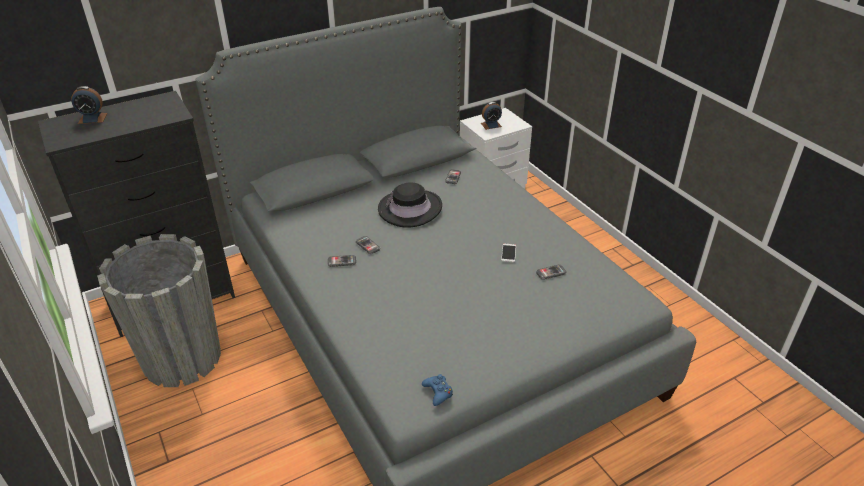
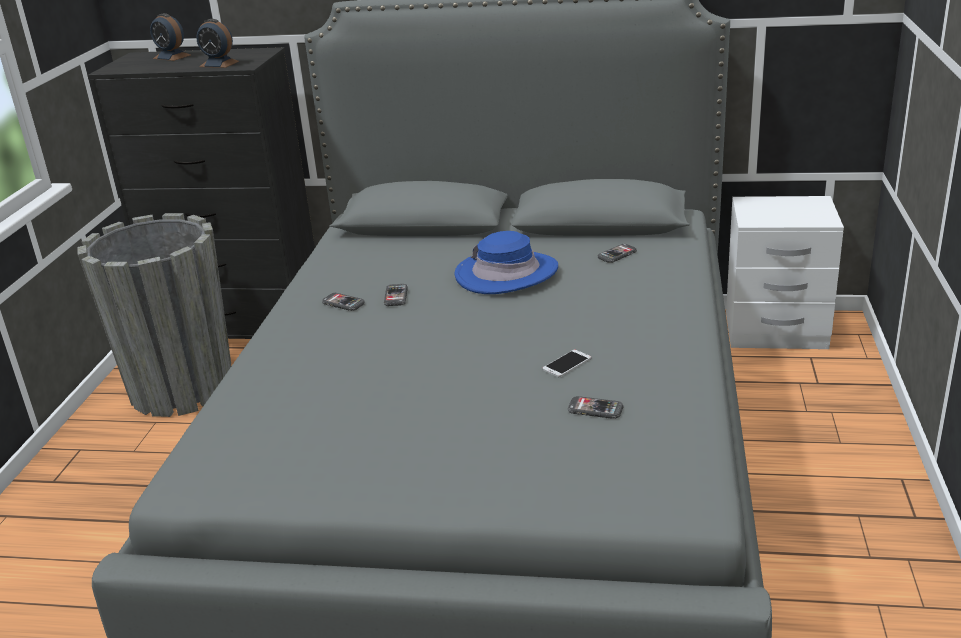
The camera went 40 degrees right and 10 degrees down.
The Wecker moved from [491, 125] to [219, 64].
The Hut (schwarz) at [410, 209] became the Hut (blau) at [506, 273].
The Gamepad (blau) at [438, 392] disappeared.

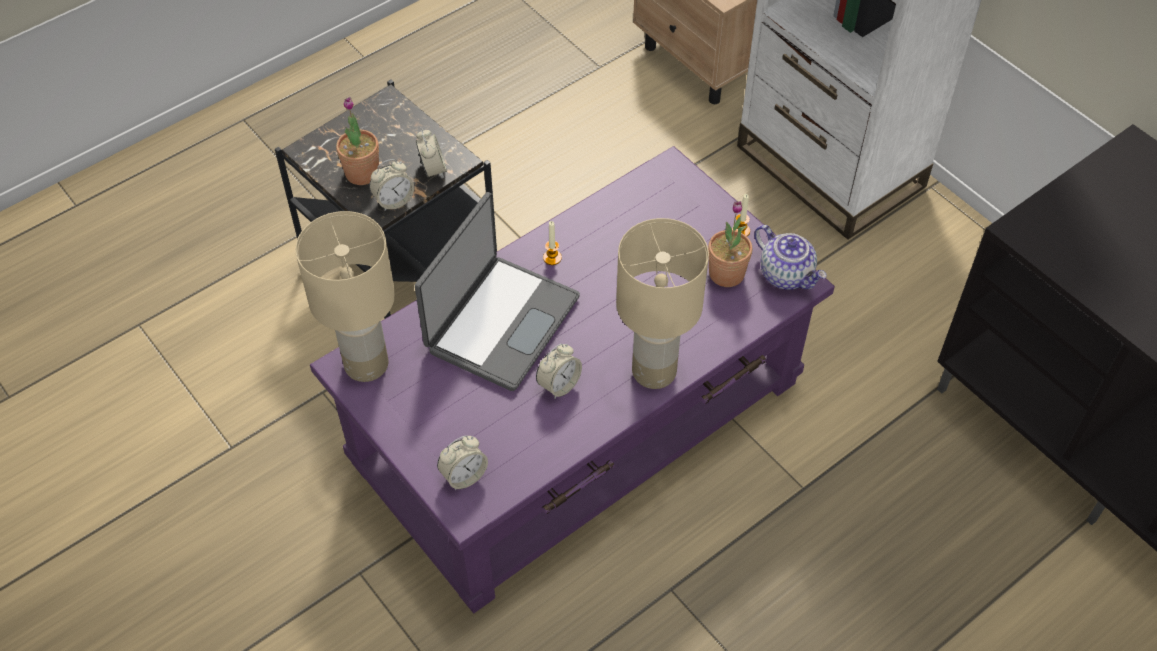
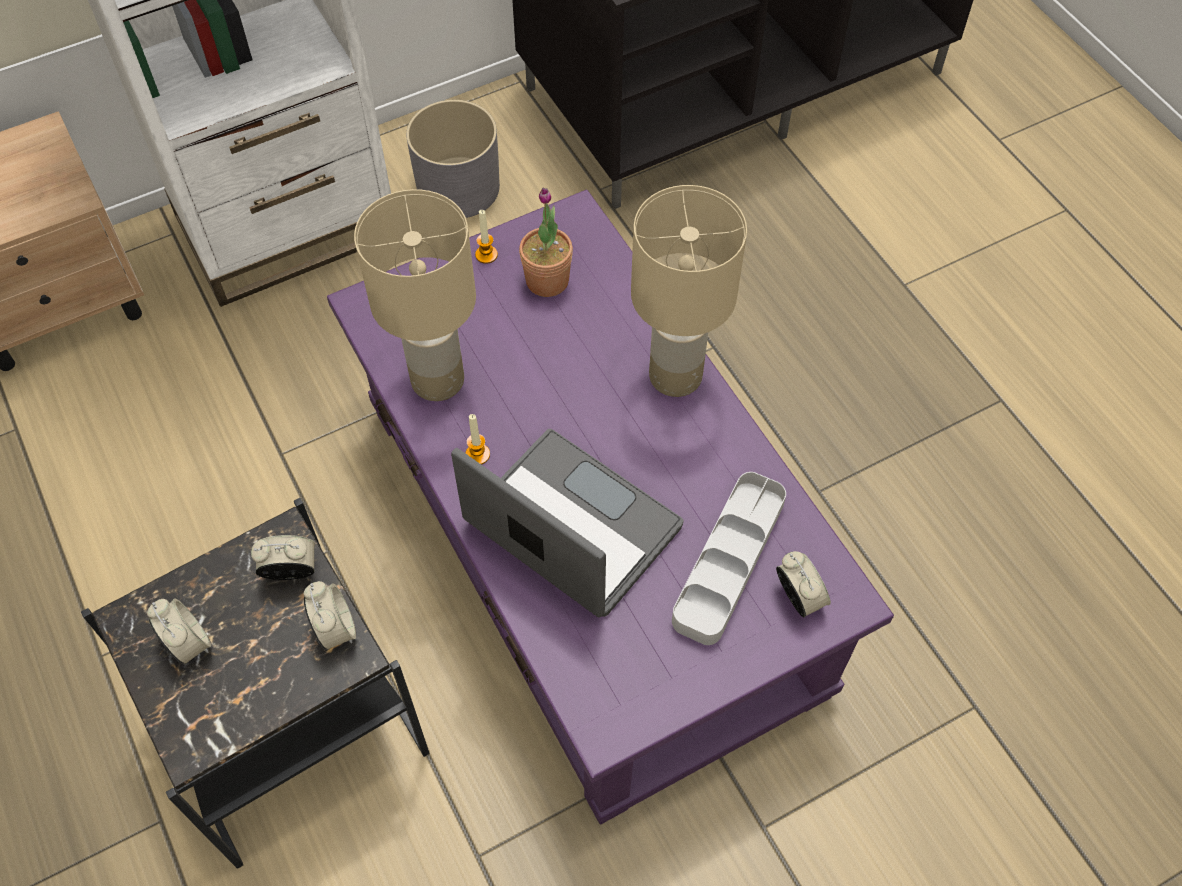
The camera went 80 degrees left and 5 degrees up.
The Wecker moved from [559, 385] to [188, 643].
The Tischlampe (beige) moved from [367, 365] to [438, 379].
The Pflanzkübel (grau) at [459, 188] appeared.
The Tablett (grau) at [728, 561] appeared.
The Topfpflanze at [362, 173] disappeared.
The Teekanne at [787, 274] disappeared.

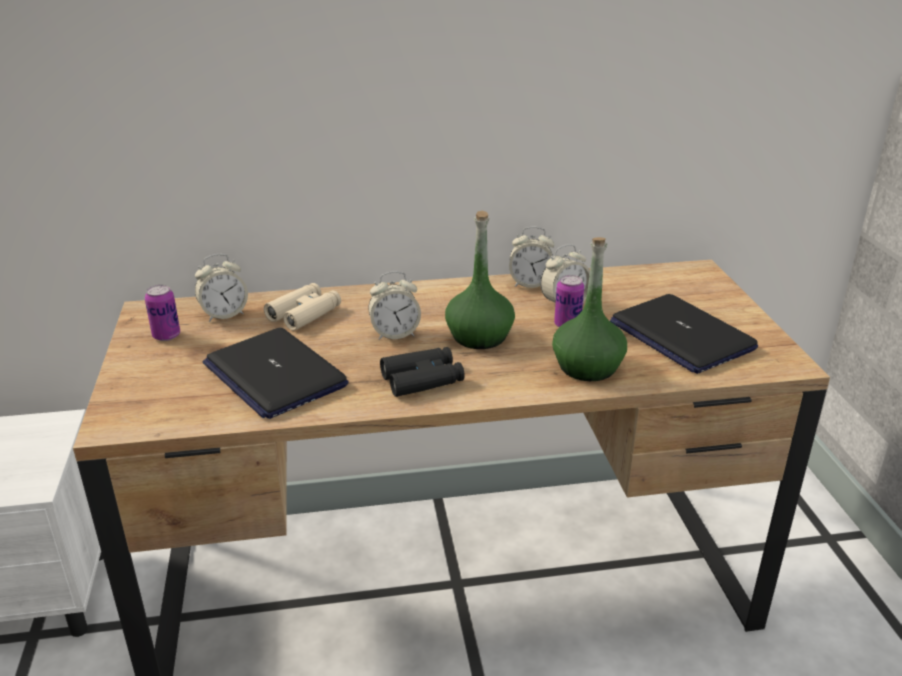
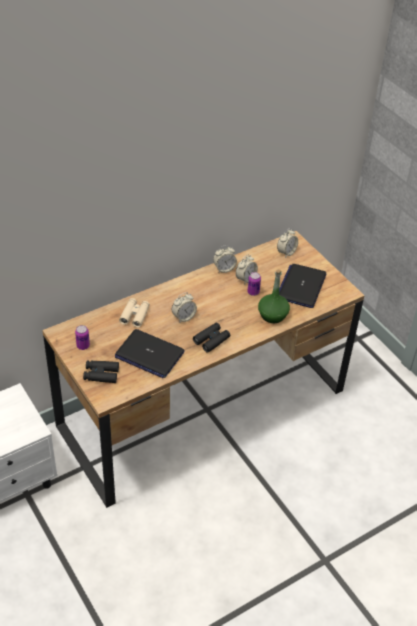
The camera went 25 degrees left and 15 degrees up.
The Fernglas (schwarz) at [101, 374] appeared.
The Wecker moved from [224, 314] to [286, 252].
The Laptop at [680, 335] turned 75 degrees clockwise.
The Flasche (grün) at [479, 337] disappeared.

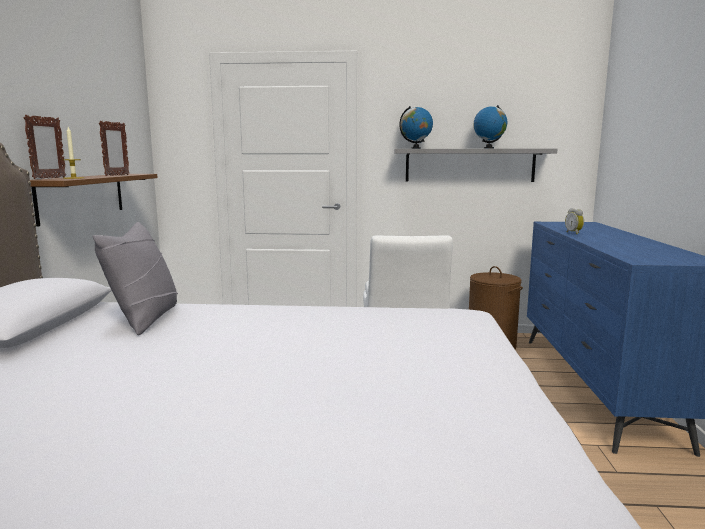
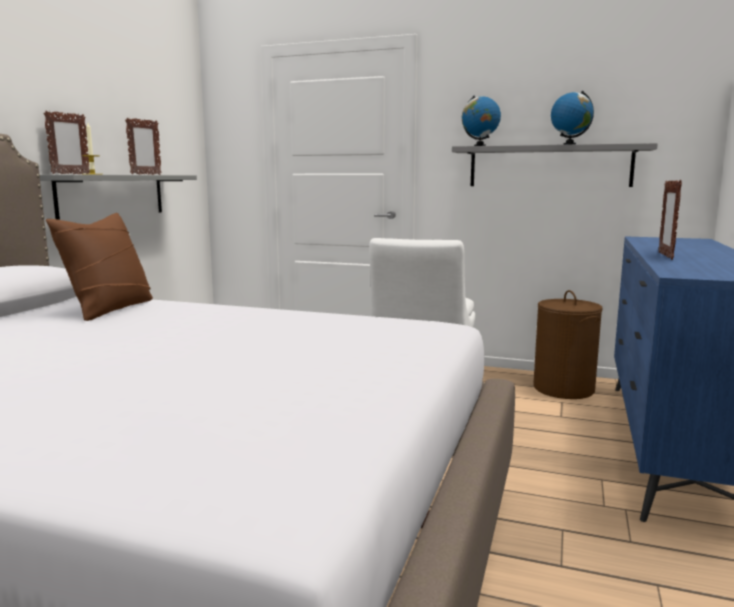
The camera went 15 degrees right and 0 degrees up.
The Wandregal (braun) at [82, 196] became the Wandregal (grau) at [112, 195].
The Kissen (grau) at [145, 318] became the Kissen (braun) at [109, 309].
The Bilderrahmen at [665, 256] appeared.
The Wecker at [574, 233] disappeared.

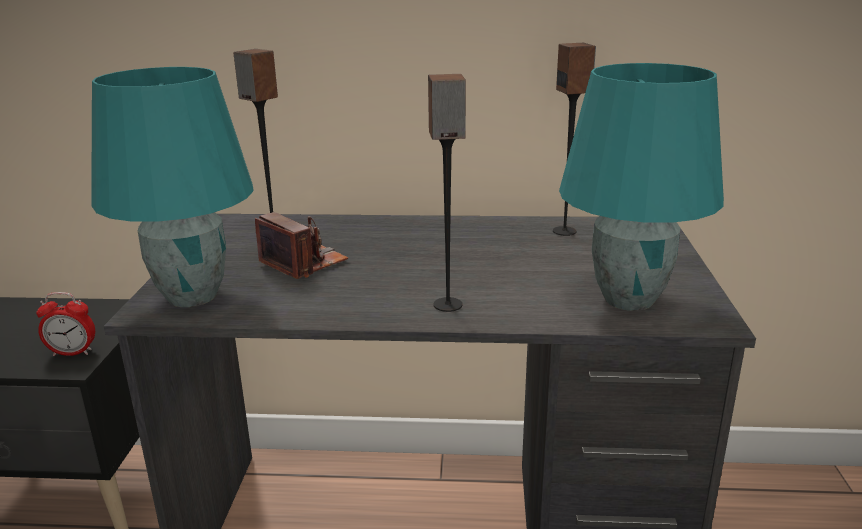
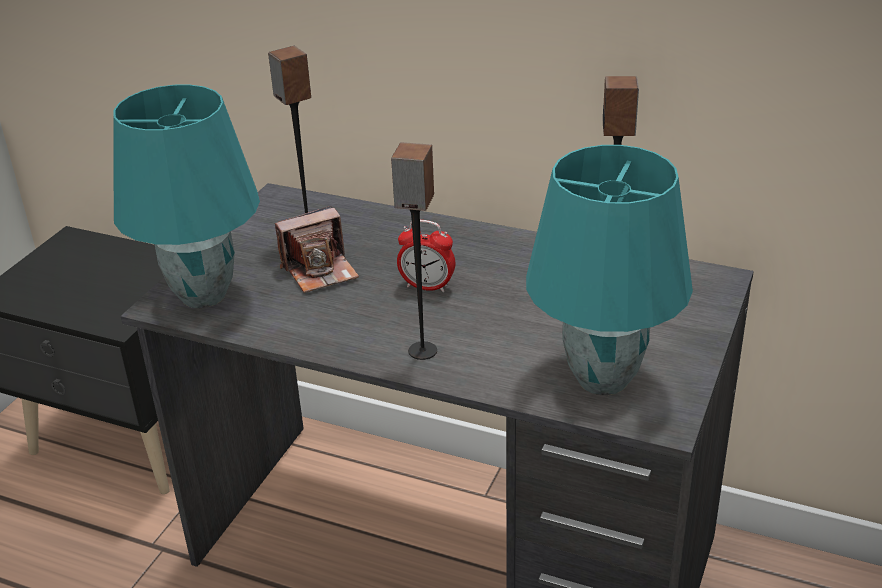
The camera went 20 degrees right and 10 degrees up.
The Kamera at [304, 263] turned 90 degrees clockwise.
The Wecker moved from [73, 353] to [427, 286].

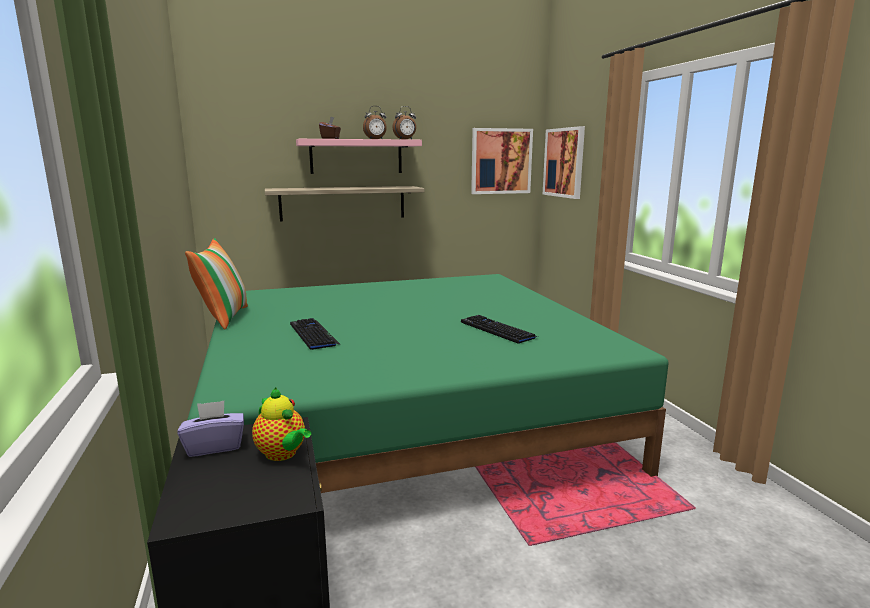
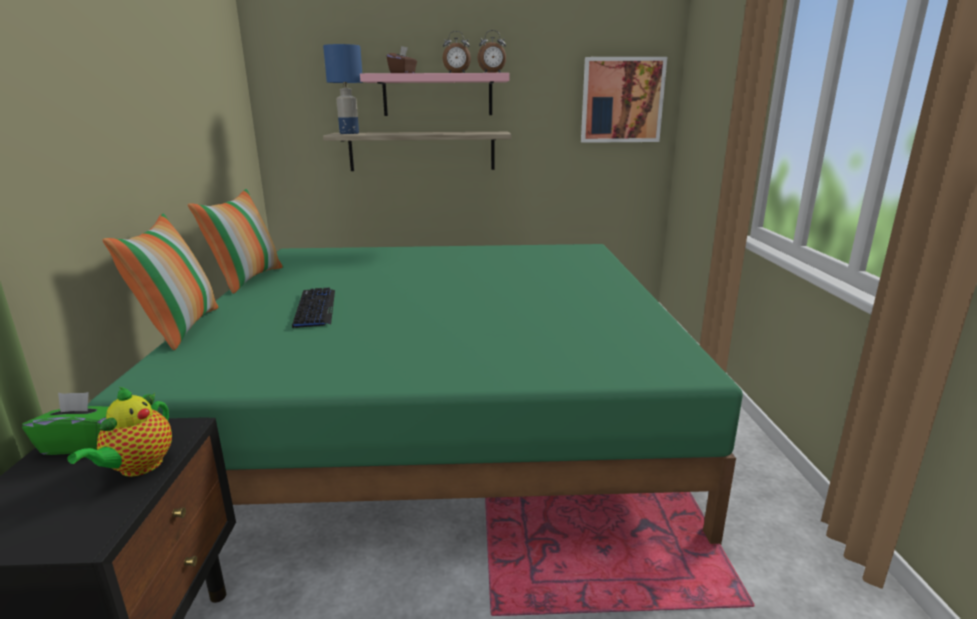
The camera went 15 degrees right and 5 degrees up.
The Taschentuchbox (lila) at [215, 446] became the Taschentuchbox (grün) at [82, 444].
The Teekanne at [283, 454] turned 45 degrees clockwise.
The Kissen at [179, 328] appeared.
The Tischlampe (blau) at [350, 133] appeared.
The Tastatur at [497, 330] disappeared.
The Bild at [564, 162] disappeared.

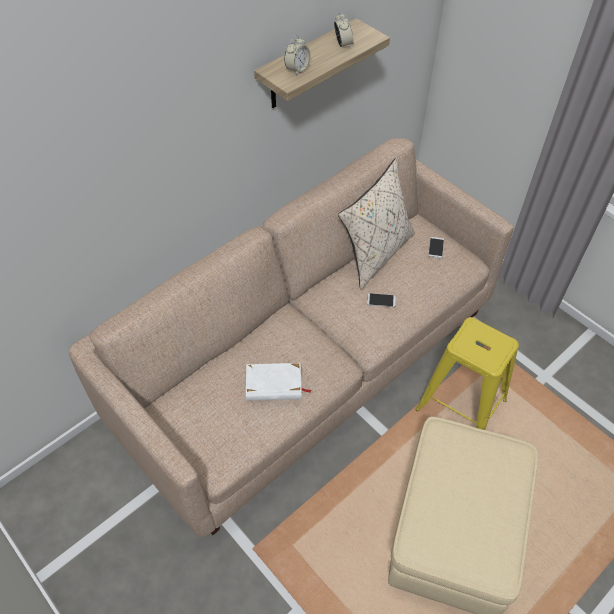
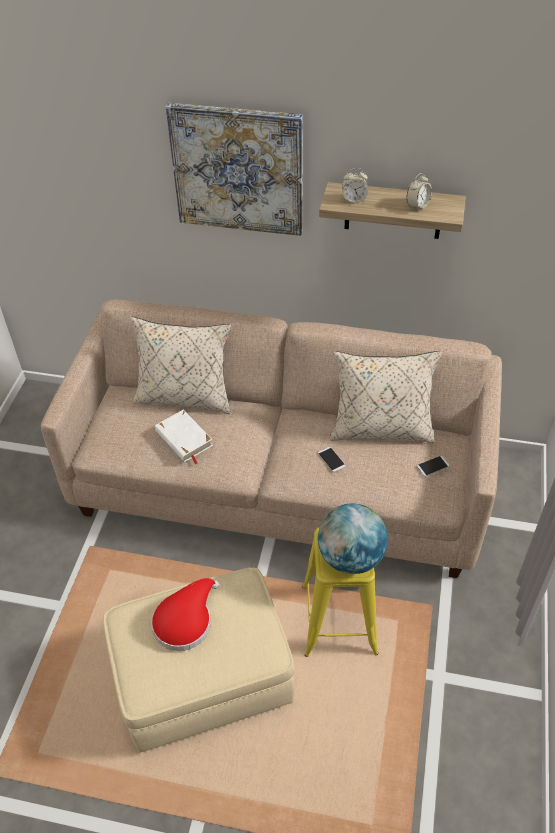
The camera went 55 degrees right and 5 degrees down.
The Kissen (beige) at [185, 397] appeared.
The Hut (rot) at [185, 620] appeared.
The Bild at [238, 170] appeared.
The Globus at [350, 557] appeared.

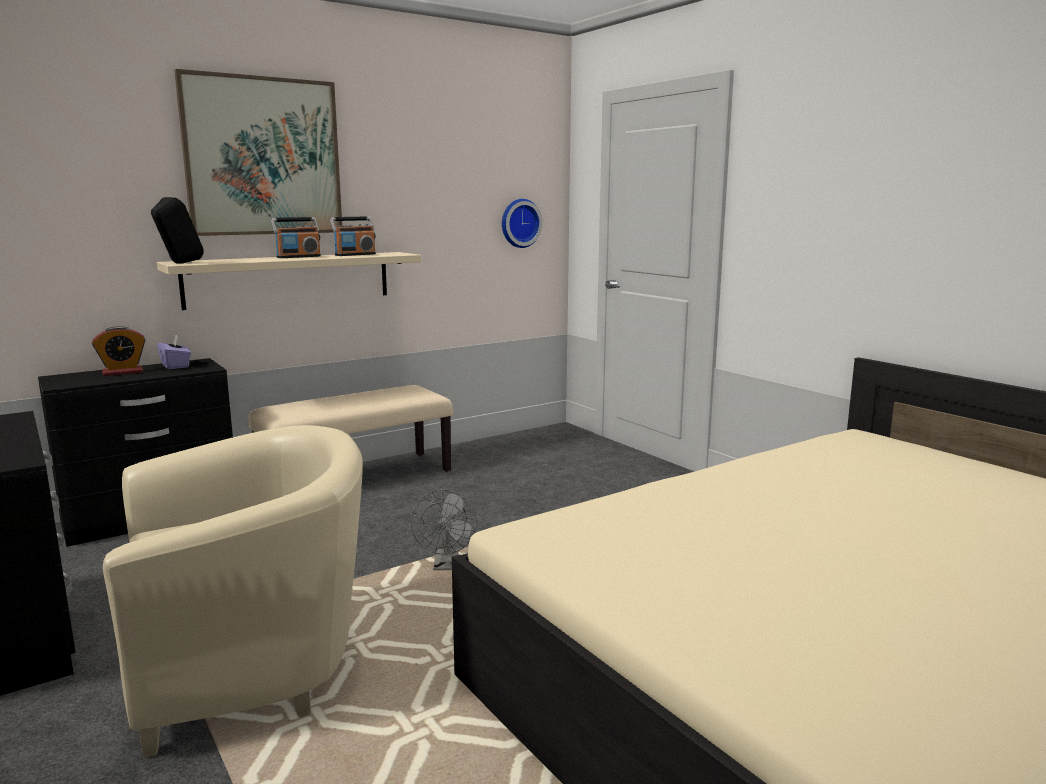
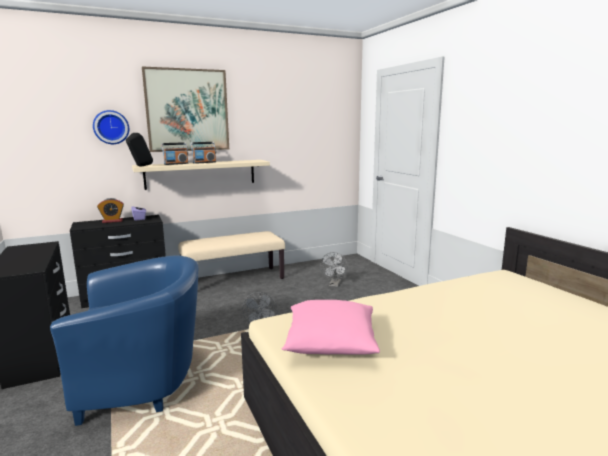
The camera went 10 degrees right and 0 degrees up.
The Sessel (beige) at [253, 668] became the Sessel (blau) at [144, 382].
The Wanduhr moved from [519, 223] to [111, 127].
The Radio moved from [355, 255] to [176, 164].
The Kissen (rosa) at [330, 344] appeared.
The Ventilator (grau) at [334, 285] appeared.

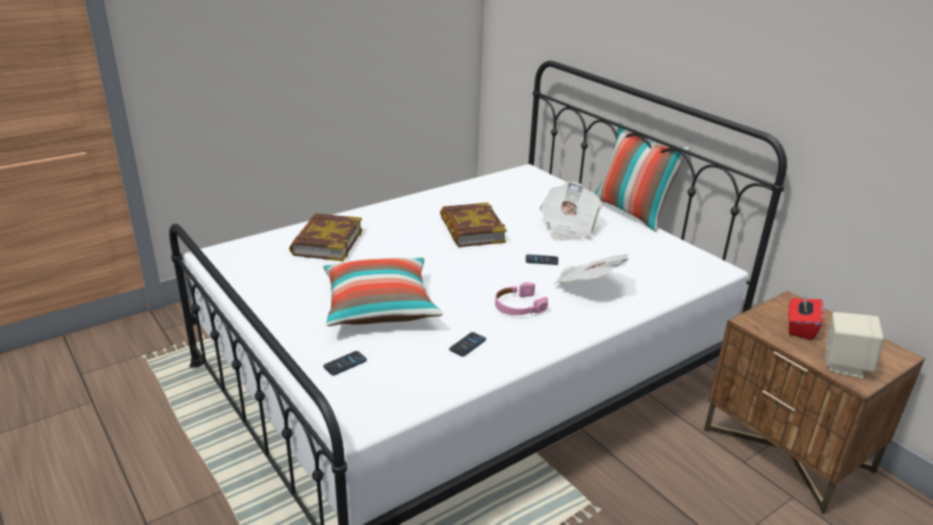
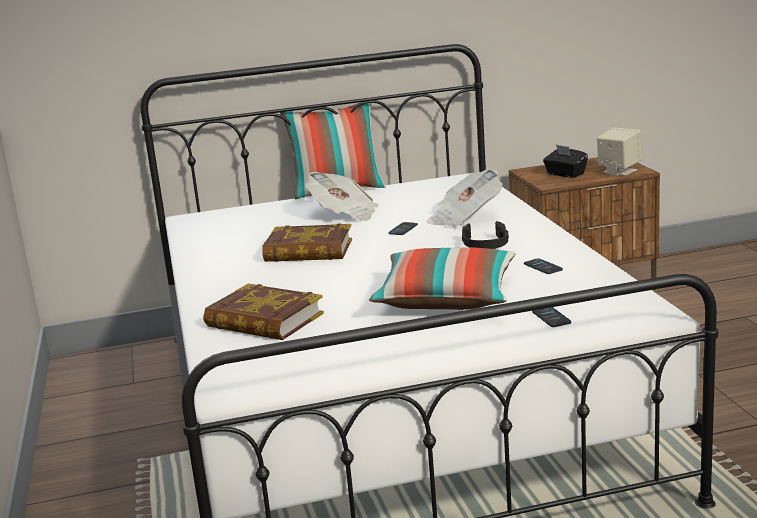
The camera went 65 degrees left and 10 degrees down.
The Kopfhörer (rosa) at [518, 306] became the Kopfhörer (schwarz) at [485, 244].
The Taschentuchbox (rot) at [800, 328] became the Taschentuchbox (schwarz) at [565, 174].

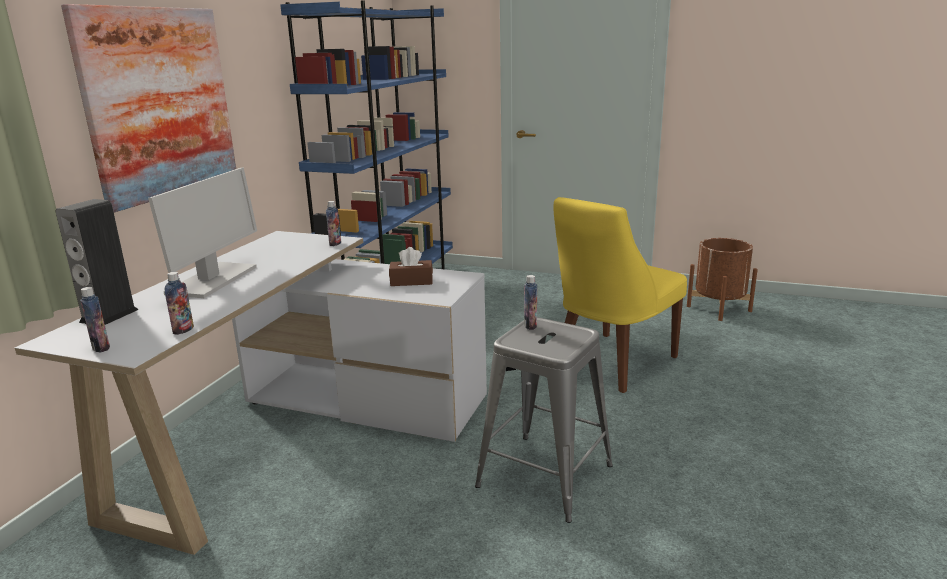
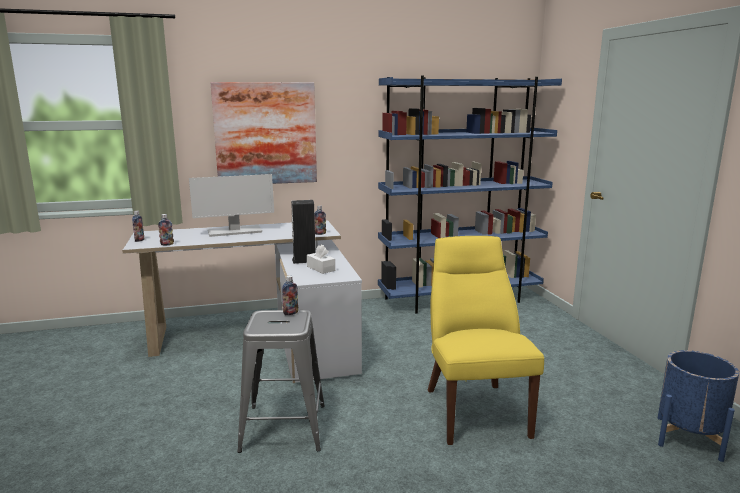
The camera went 55 degrees right and 5 degrees down.
The Lautsprecher moved from [109, 316] to [304, 260].
The Taschentuchbox (braun) at [411, 281] became the Taschentuchbox (weiß) at [321, 268].
The Stuhl (gelb) at [611, 364] turned 75 degrees clockwise.
The Pflanzkübel (braun) at [718, 309] became the Pflanzkübel (blau) at [688, 438].

